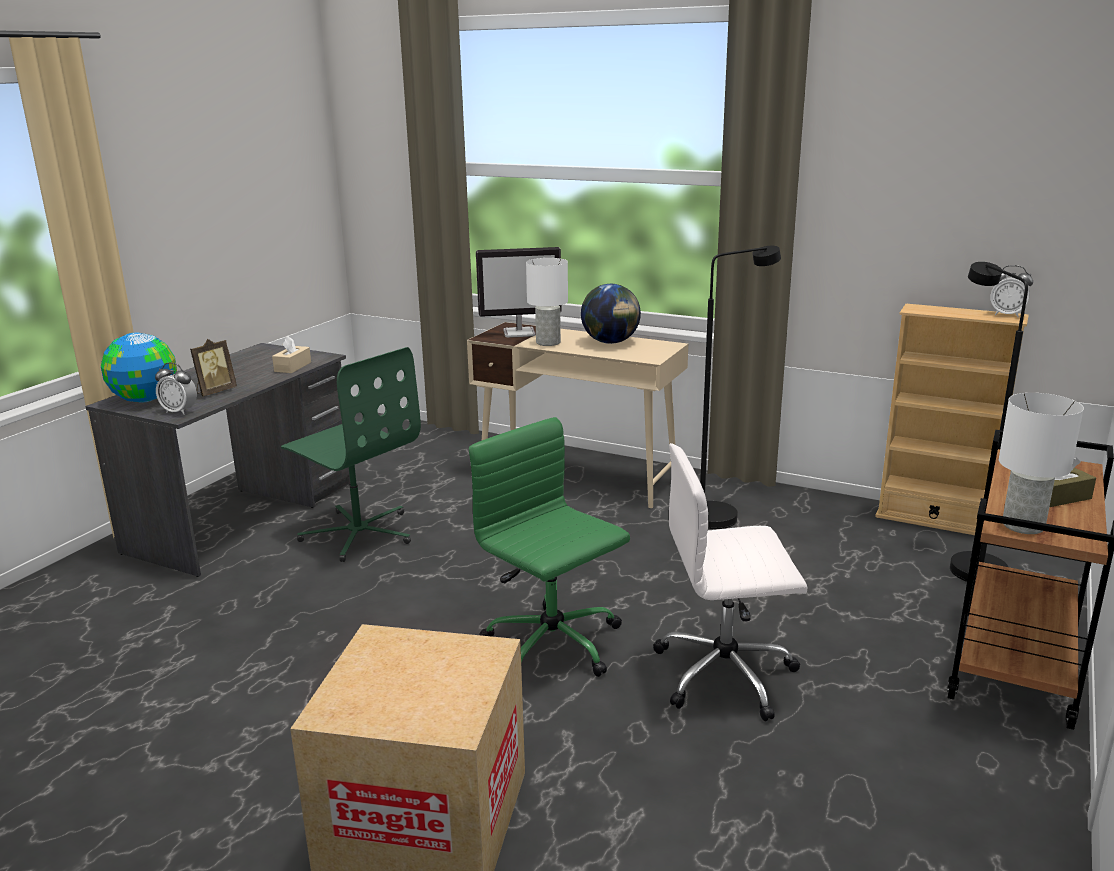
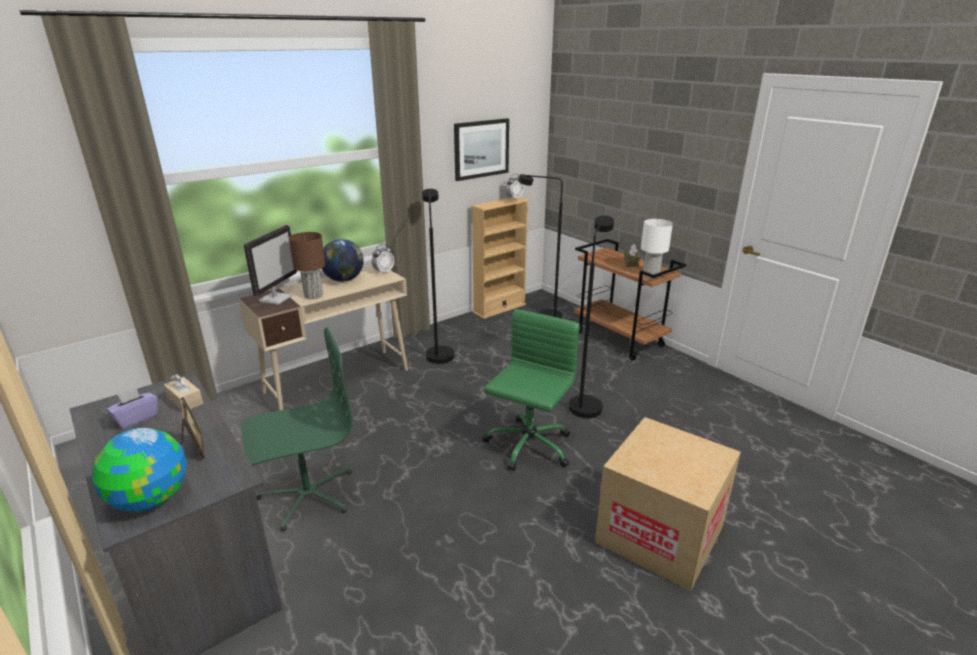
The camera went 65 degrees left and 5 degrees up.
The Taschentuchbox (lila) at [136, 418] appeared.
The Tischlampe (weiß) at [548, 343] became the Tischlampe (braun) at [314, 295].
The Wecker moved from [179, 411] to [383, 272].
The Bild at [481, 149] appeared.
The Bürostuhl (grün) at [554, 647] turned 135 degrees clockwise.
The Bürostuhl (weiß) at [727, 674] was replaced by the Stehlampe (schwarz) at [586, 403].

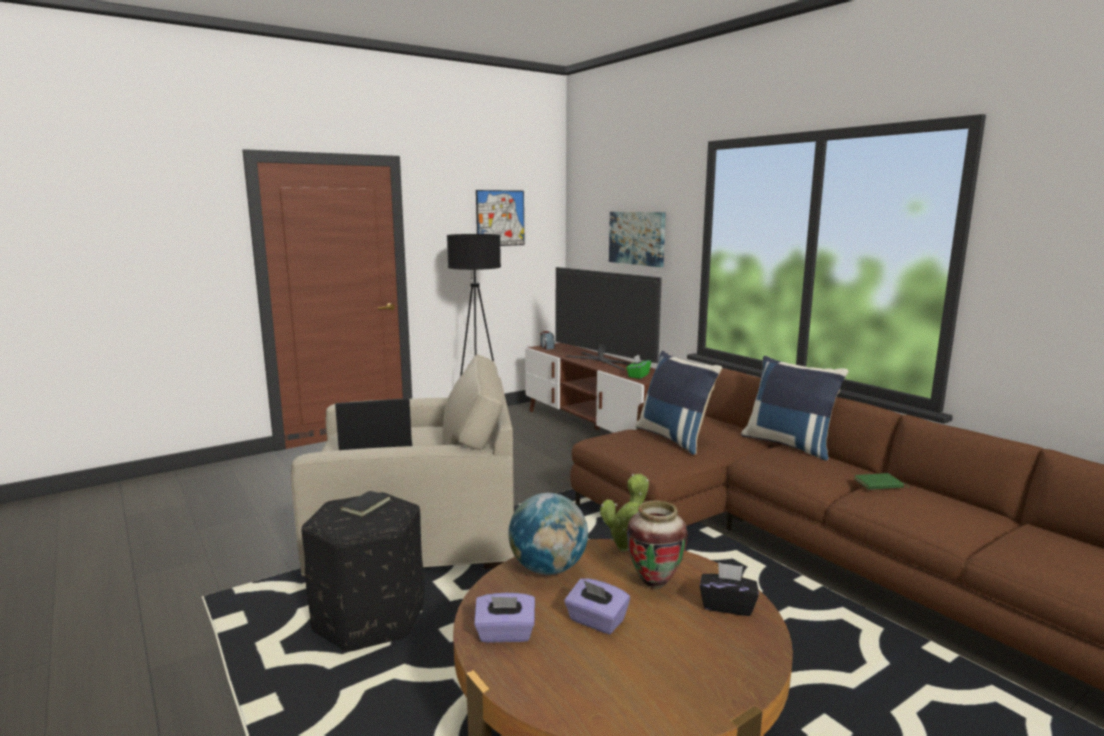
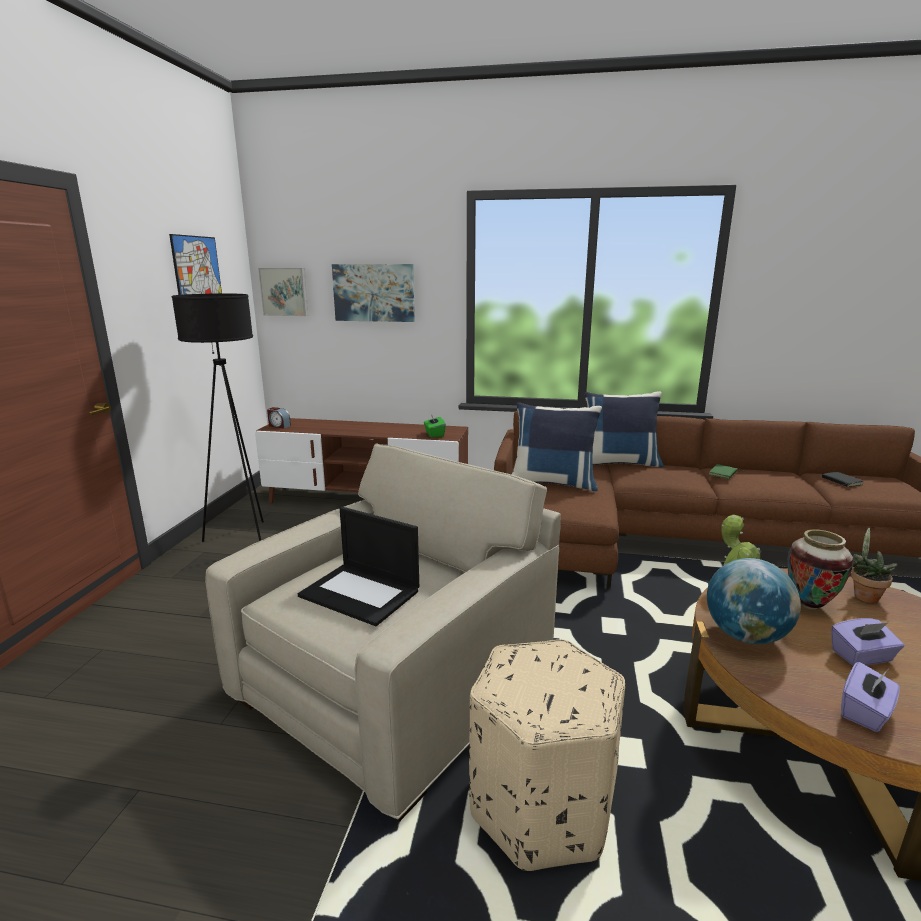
The camera went 45 degrees left and 5 degrees up.
The Bild at [284, 291] appeared.
The Laptop at [374, 443] turned 90 degrees counterclockwise.
The Polsterhocker (schwarz) at [369, 618] became the Polsterhocker (beige) at [540, 806].
The Buch (schwarz) moved from [364, 505] to [840, 481].
The Taschentuchbox (schwarz) at [727, 605] was replaced by the Topfpflanze at [863, 595].
The Fernseher at [602, 361] disappeared.

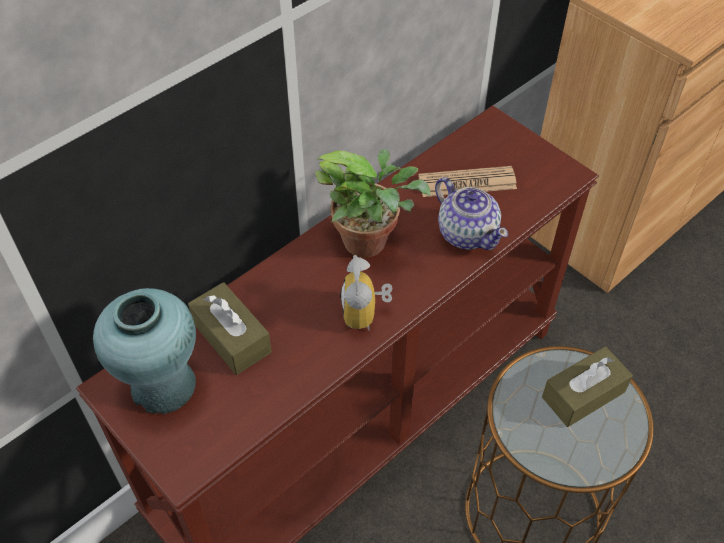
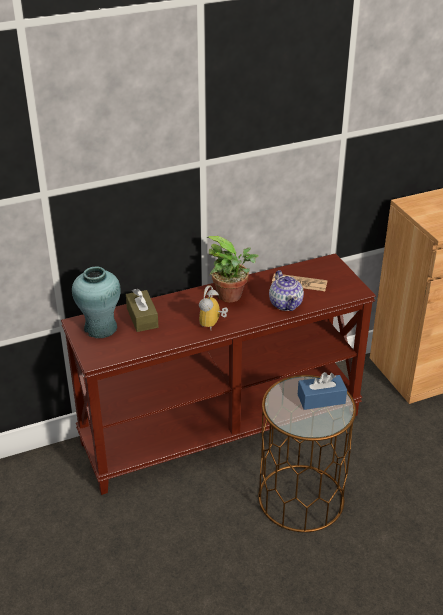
The camera went 20 degrees right and 15 degrees down.
The Taschentuchbox (braun) at [583, 394] became the Taschentuchbox (blau) at [321, 399].

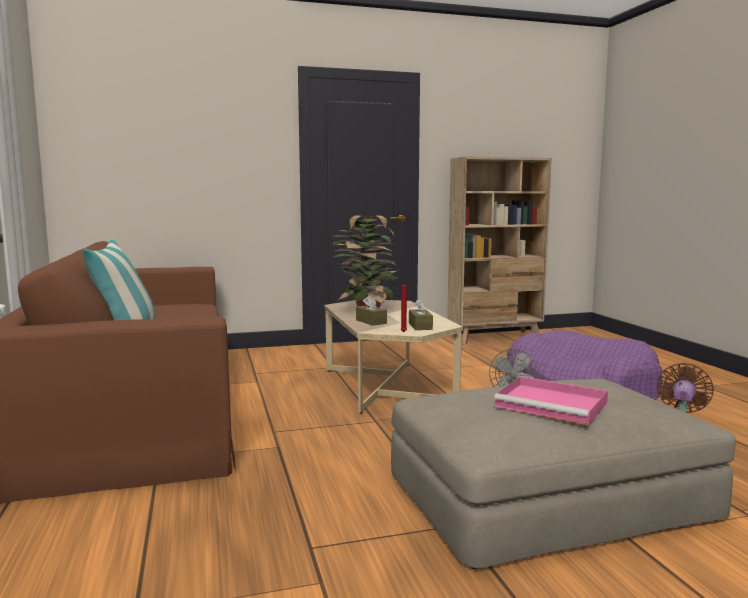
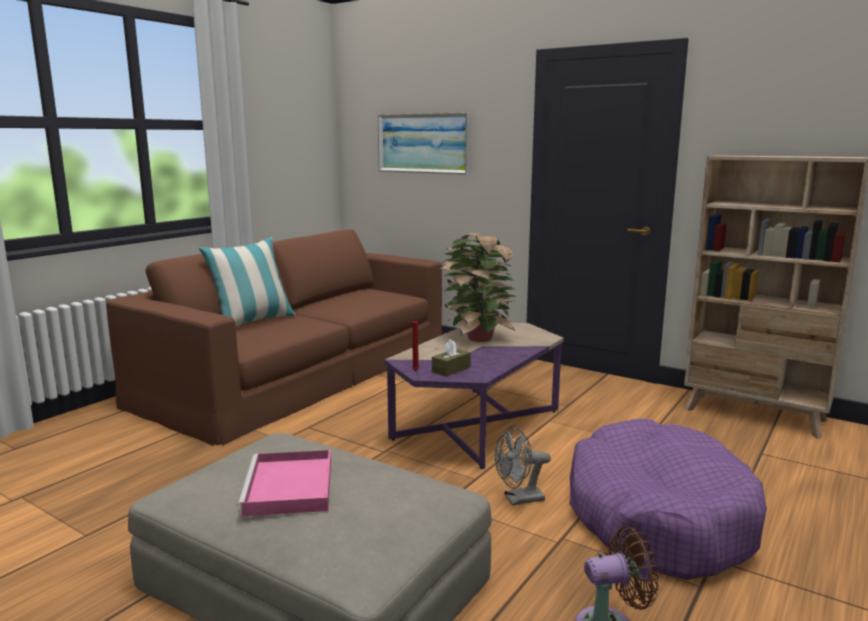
The camera went 50 degrees right and 5 degrees up.
The Bild at [423, 143] appeared.
The Couchtisch (beige) at [386, 386] became the Couchtisch (lila) at [476, 425].
The Taschentuchbox (braun) at [371, 321] disappeared.

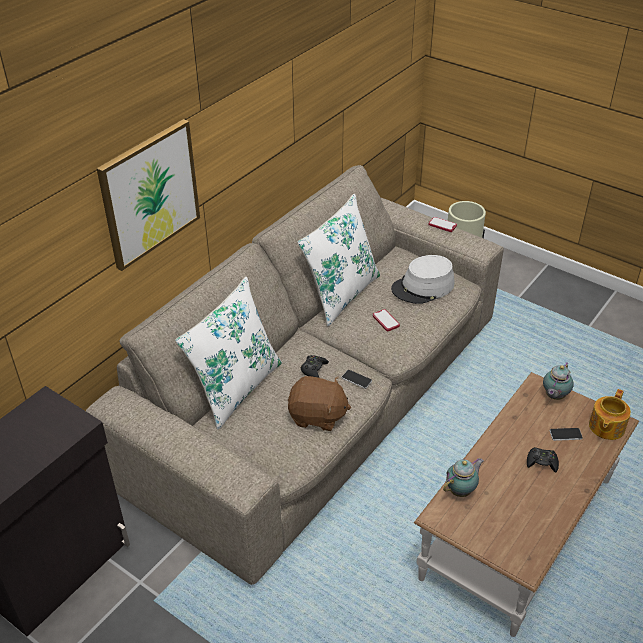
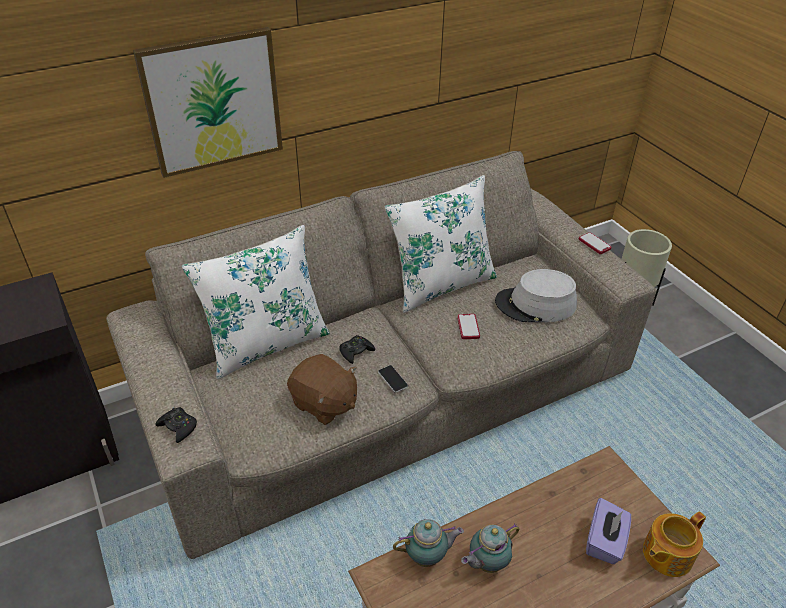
The camera went 25 degrees right and 0 degrees up.
The Gamepad (schwarz) moved from [542, 462] to [178, 427].
The Teekanne moved from [554, 396] to [486, 563].
The Handy at [565, 434] was replaced by the Taschentuchbox (lila) at [604, 542].

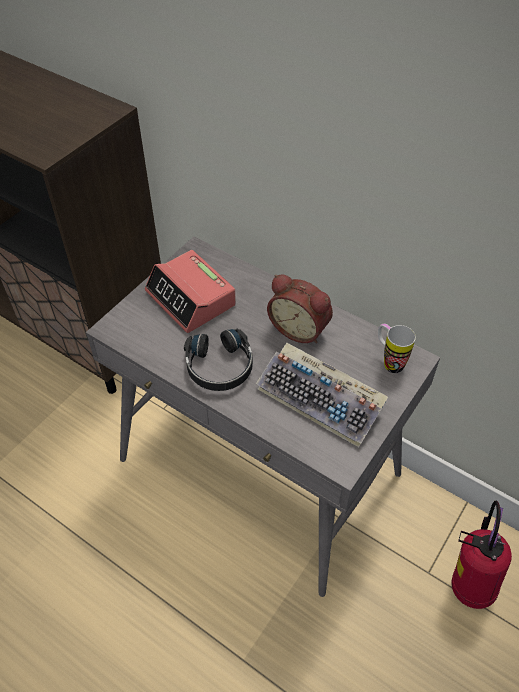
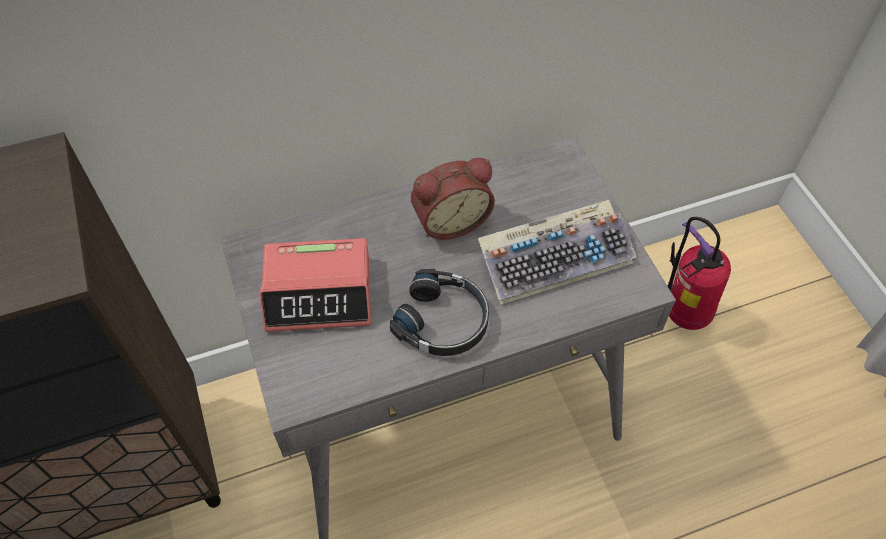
The camera went 55 degrees left and 5 degrees up.
The Henkelbecher at [388, 361] disappeared.

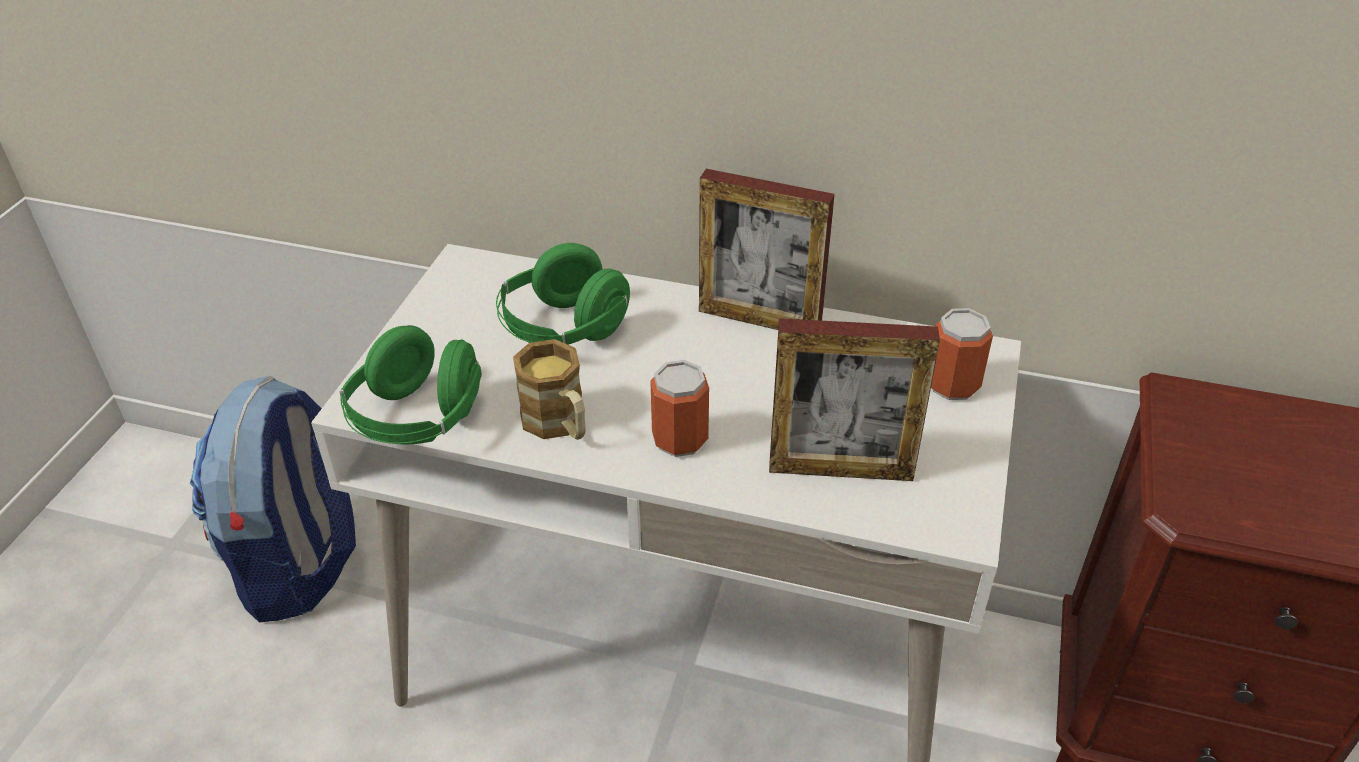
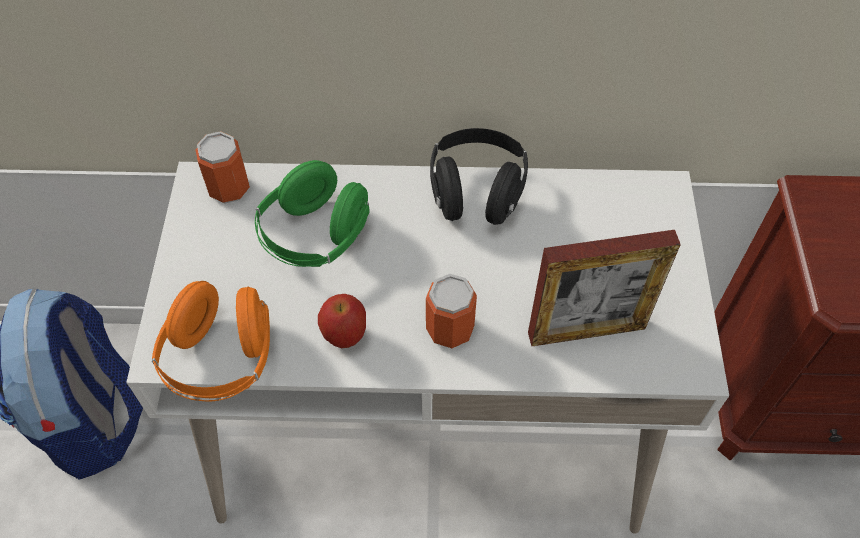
The camera went 15 degrees left and 15 degrees up.
The Kopfhörer (grün) at [418, 419] became the Kopfhörer (orange) at [221, 358].
The Dose moved from [952, 385] to [229, 188].
The Henkelbecher at [559, 424] was replaced by the Apfel at [345, 337].
The Bilderrahmen at [759, 320] was replaced by the Kopfhörer (schwarz) at [476, 192].

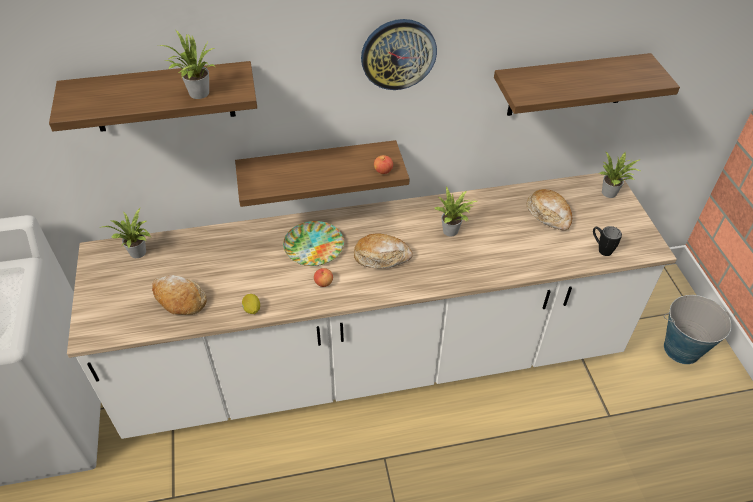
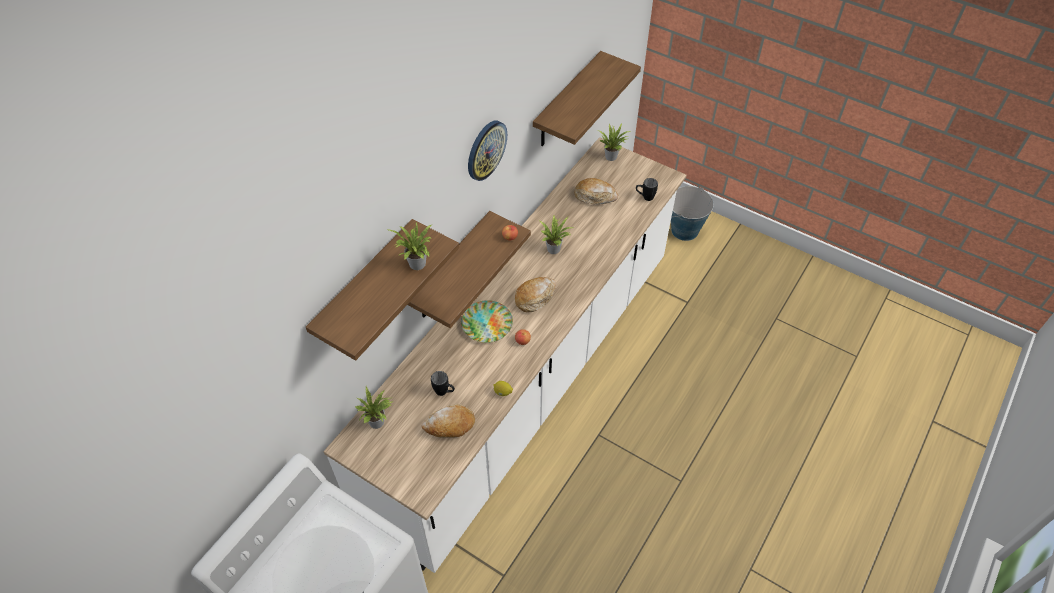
The camera went 45 degrees left and 5 degrees up.
The Henkelbecher (schwarz) at [444, 392] appeared.

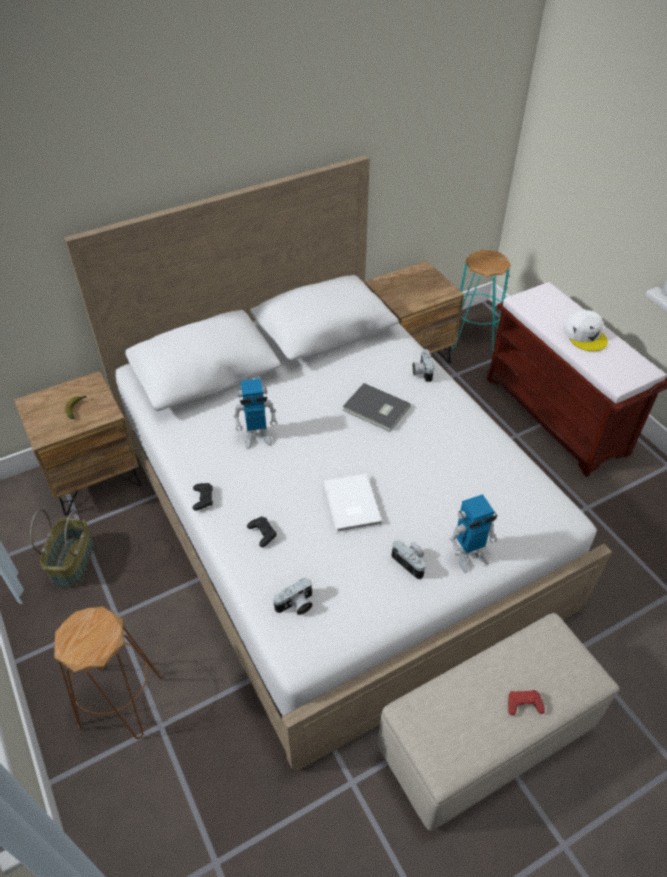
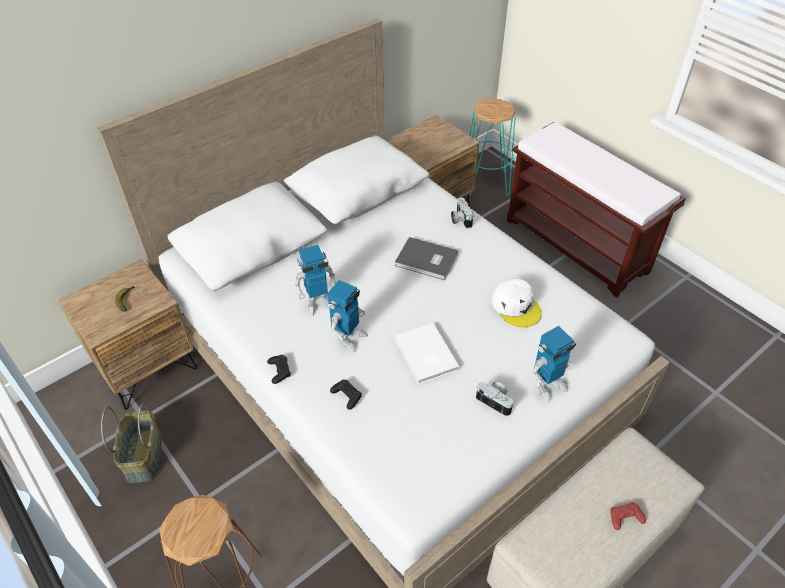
The camera went 10 degrees left and 0 degrees up.
The Spielzeugroboter at [349, 338] appeared.
The Kappe (weiß) moved from [585, 335] to [516, 306].
The Kamera at [296, 605] disappeared.

